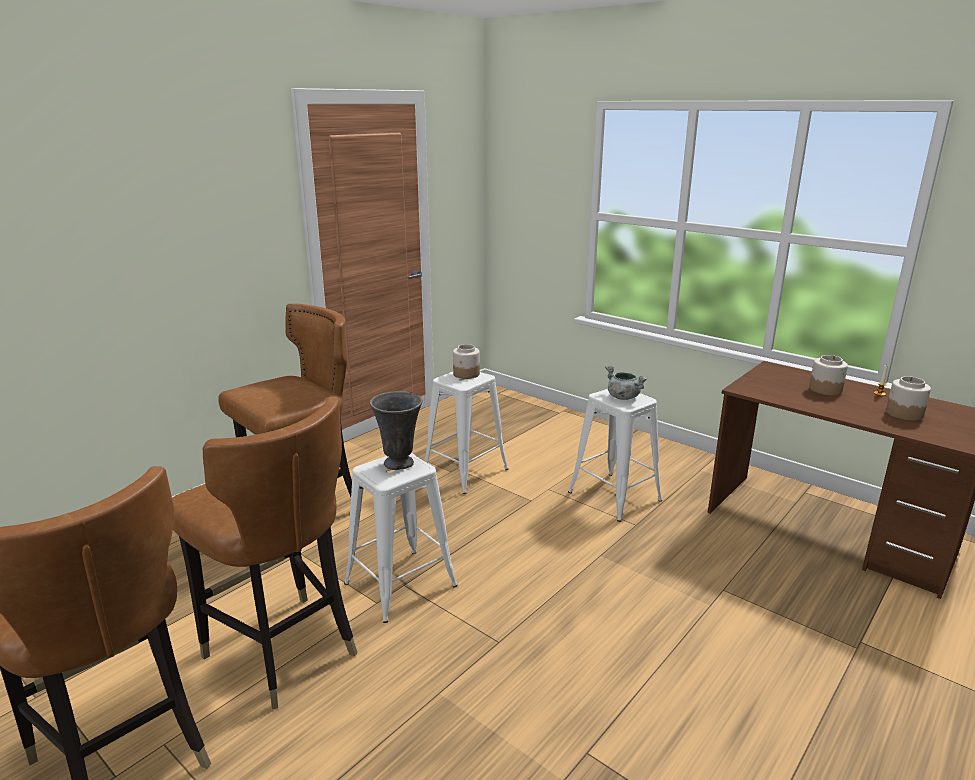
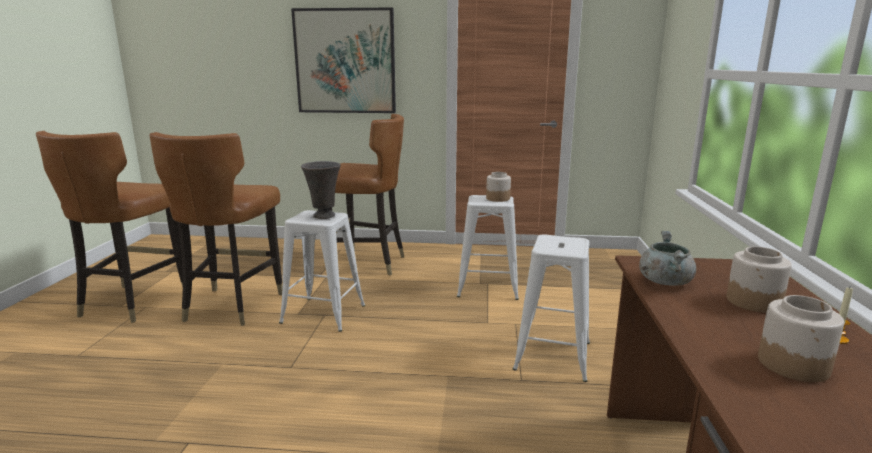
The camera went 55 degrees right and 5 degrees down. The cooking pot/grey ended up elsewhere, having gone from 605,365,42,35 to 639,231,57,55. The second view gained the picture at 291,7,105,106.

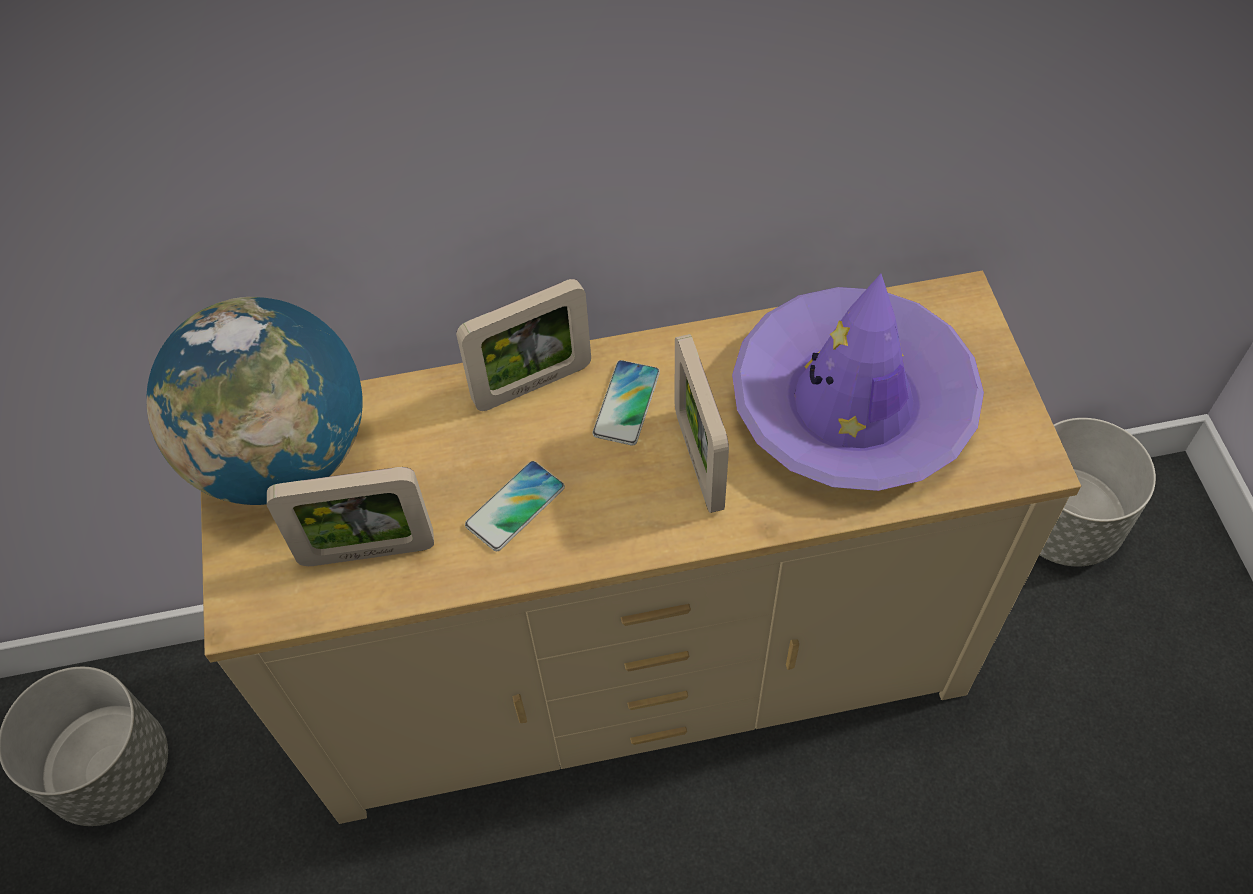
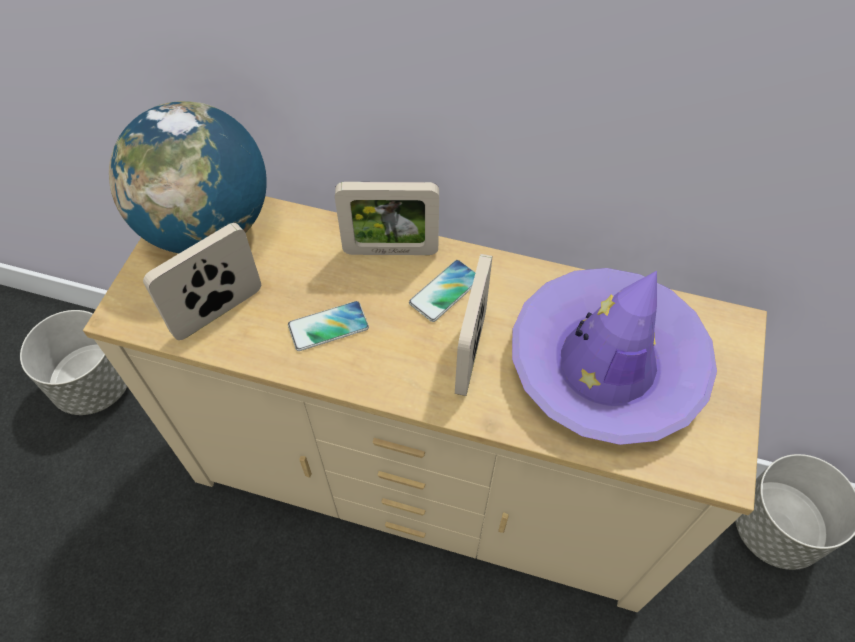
The camera went 25 degrees right and 0 degrees up. The picture frame at 267,467,167,99 ended up facing another way, 120 degrees clockwise from before.

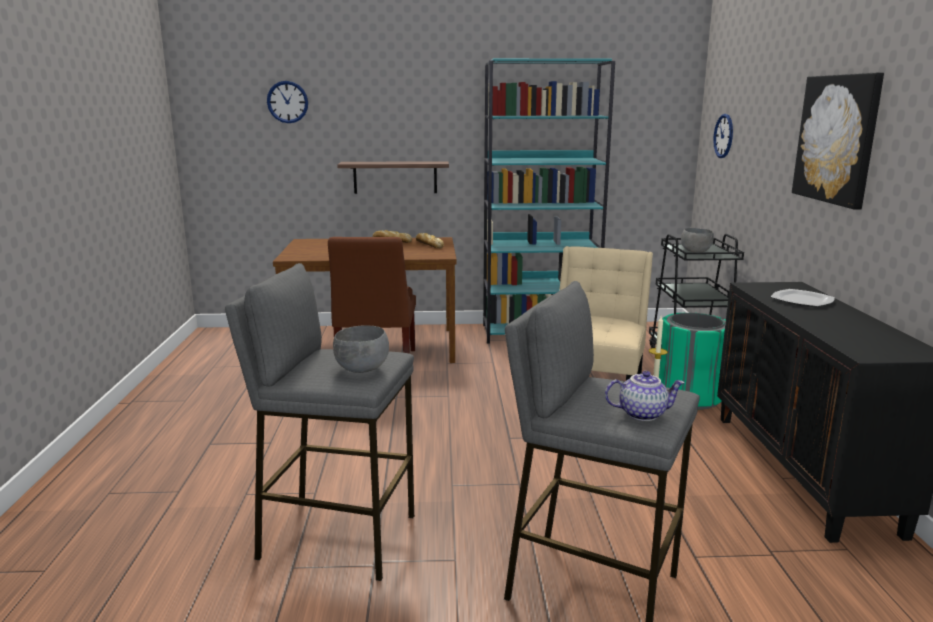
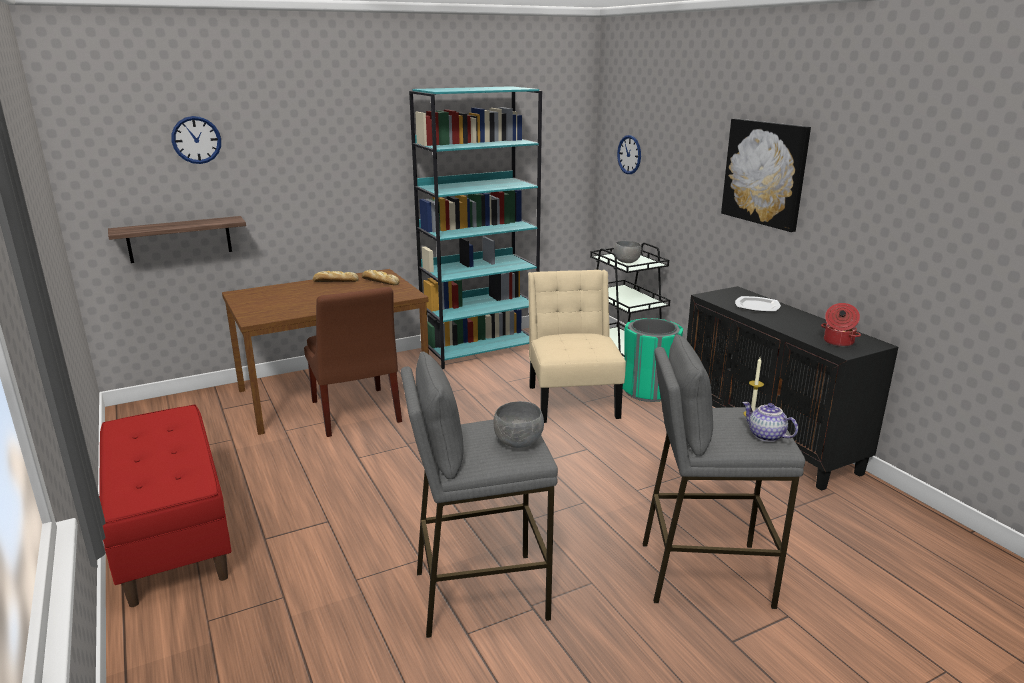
The camera went 25 degrees left and 5 degrees up. The shelf ended up elsewhere, having gone from 337,161,112,33 to 108,216,138,47. The teapot at 605,371,80,50 ended up facing another way, 105 degrees counterclockwise from before. The second view gained the bench/red at 99,405,133,202. The second view gained the cooking pot at 821,303,40,44.

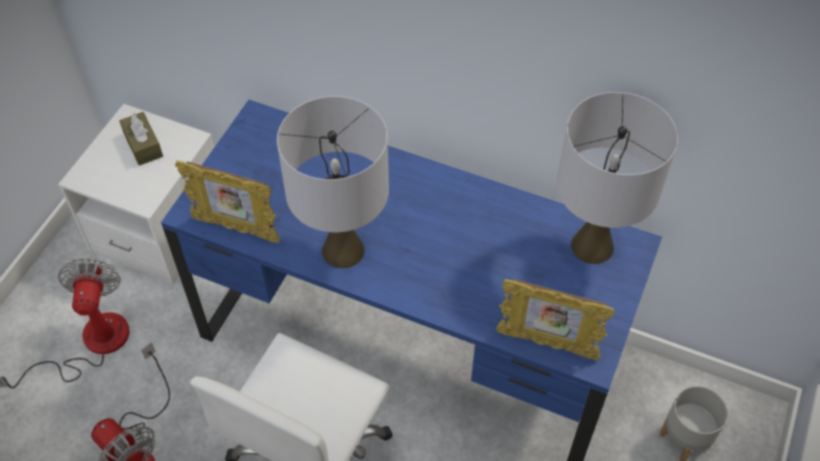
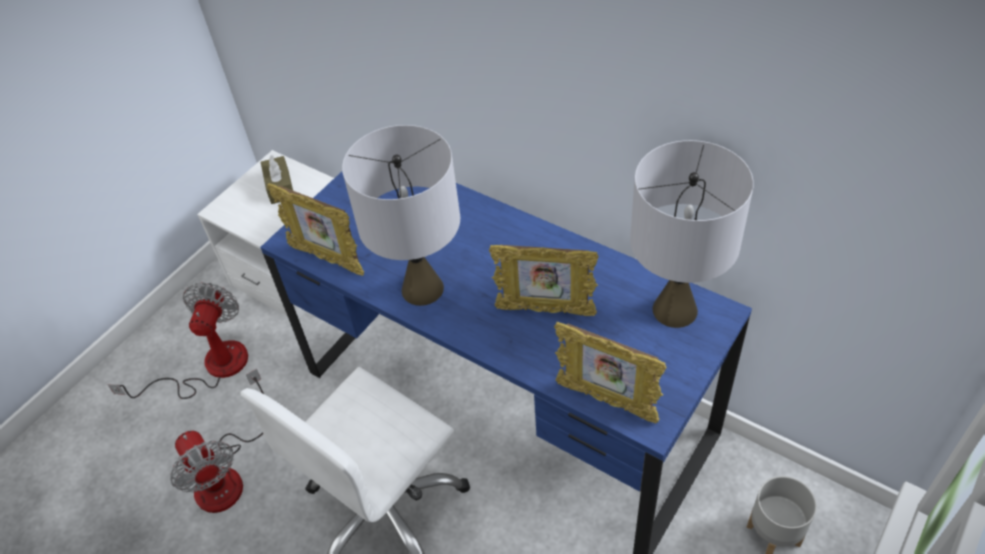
The camera went 15 degrees right and 5 degrees down. The second view gained the picture frame at 489,245,110,71.

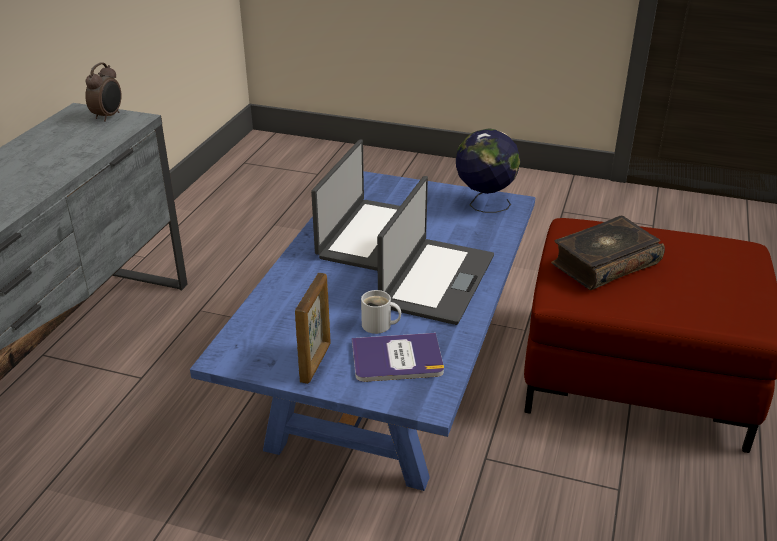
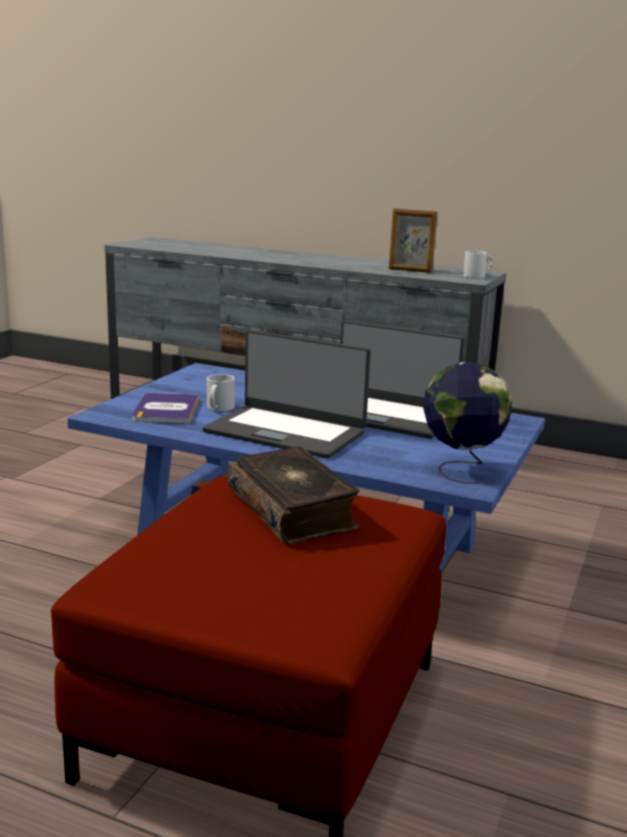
The camera went 95 degrees right and 15 degrees down. Where the alarm clock stood at 85,62,37,60, the mug/white came to stand at 463,251,30,27. The picture frame ended up elsewhere, having gone from 295,273,36,111 to 389,208,48,65.

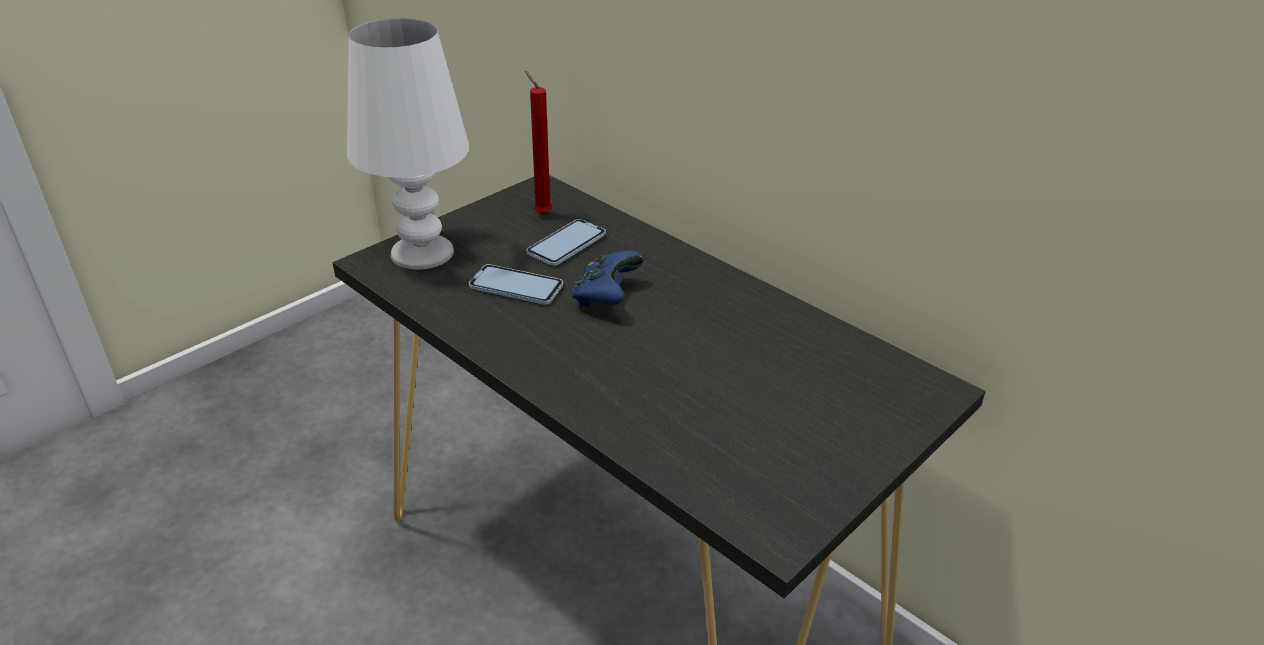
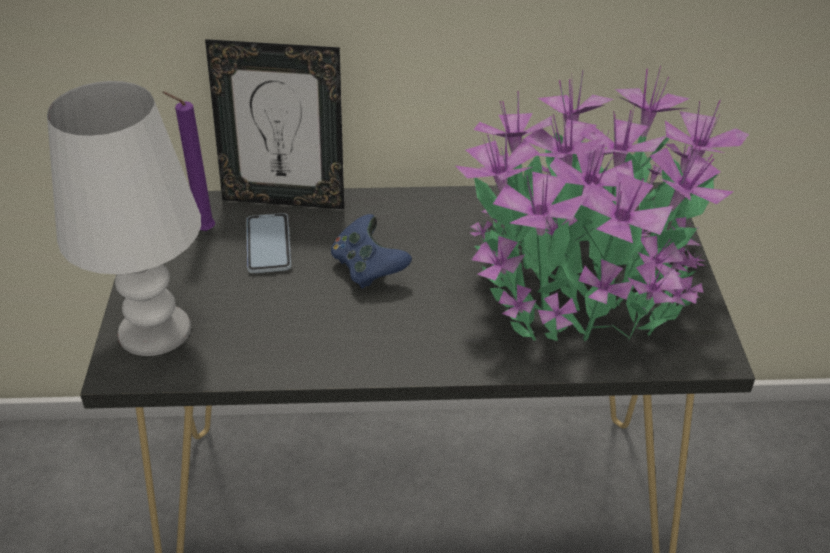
The camera went 45 degrees left and 5 degrees up. The second view lost the phone at 469,264,94,41. What was the candle/red at 525,71,27,144 turned into the candle/purple at 162,91,53,140. The second view gained the picture frame at 205,39,139,170. The second view gained the potted plant at 456,66,293,276.

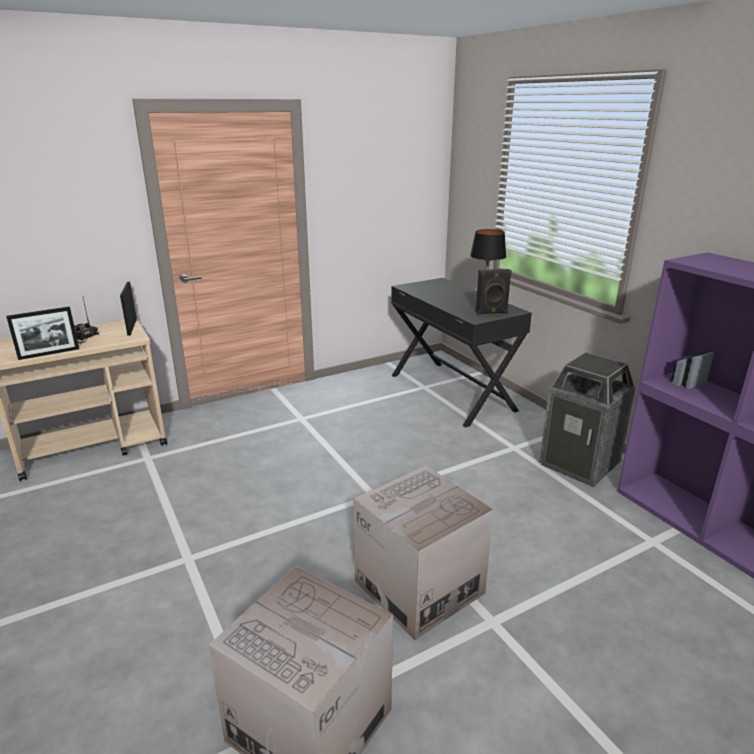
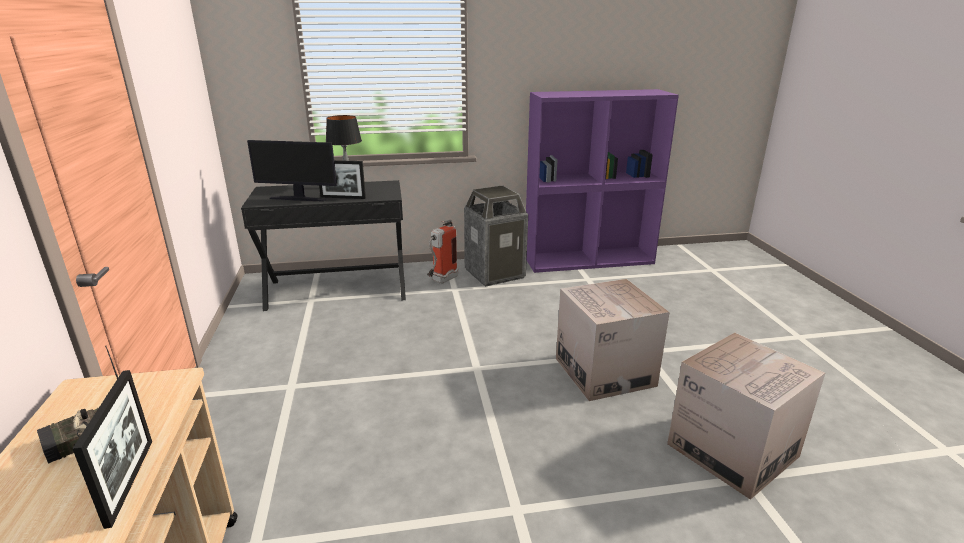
The camera went 70 degrees left and 0 degrees up. The picture frame ended up elsewhere, having gone from 120,282,17,54 to 319,160,47,39. The second view lost the speaker/black at 476,269,36,45. The second view gained the monitor at 247,140,90,62. The second view gained the fire extinguisher at 427,219,31,65.

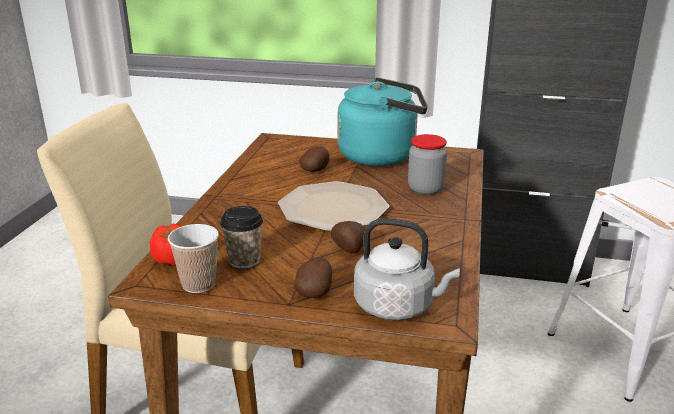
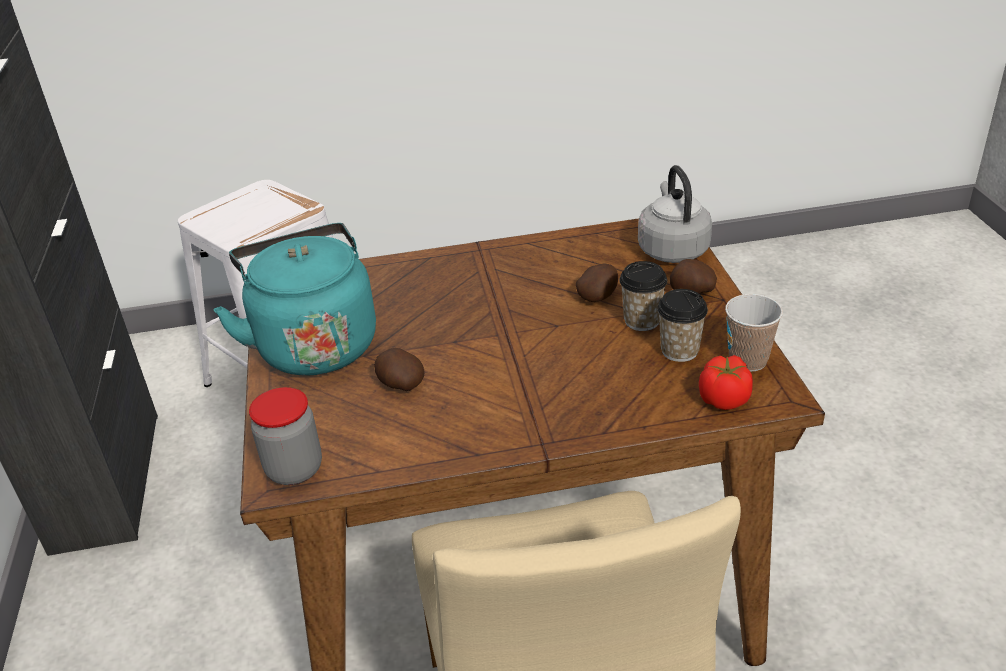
The camera went 110 degrees left and 10 degrees up. The second view lost the plate at 278,181,111,50. The jar ended up elsewhere, having gone from 408,134,39,61 to 249,387,73,98. The second view gained the cup at 619,261,48,70.

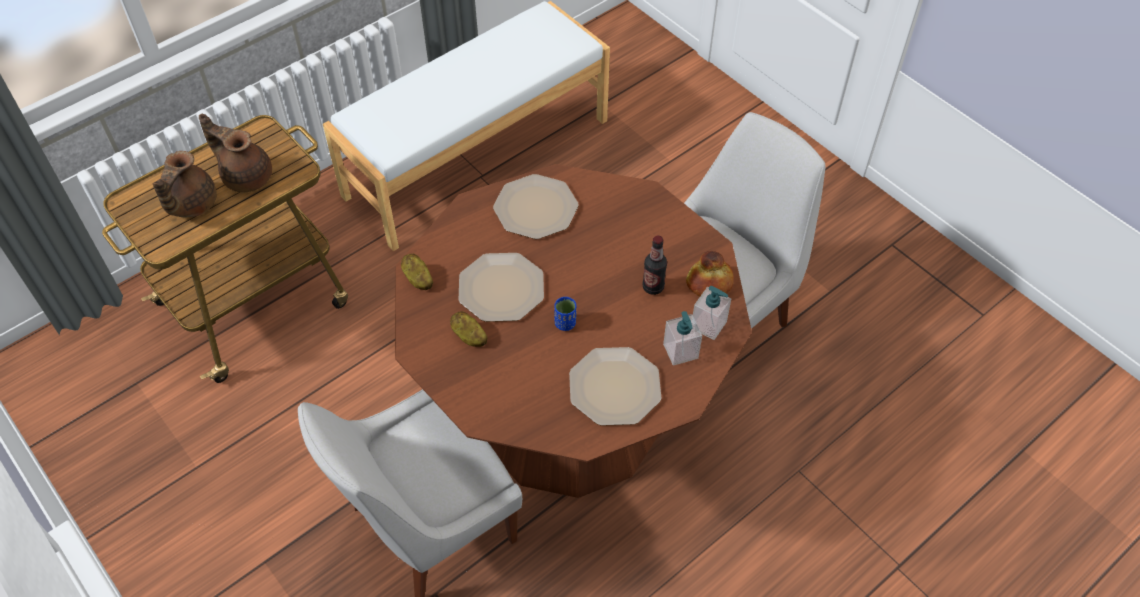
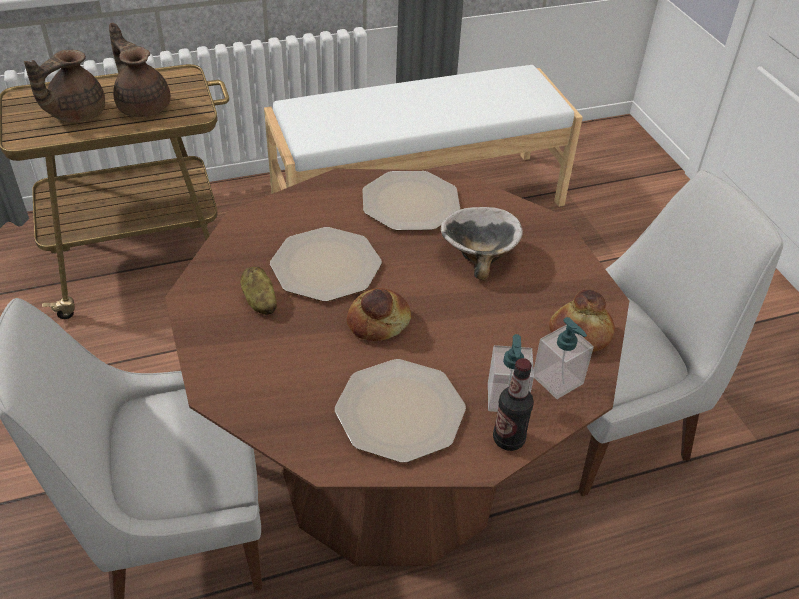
The camera went 20 degrees right and 10 degrees down. The second view lost the potato at 401,253,32,37. Where the cup/blue stood at 554,297,22,34, the bread came to stand at 347,288,64,53. The bottle ended up elsewhere, having gone from 642,236,25,59 to 493,358,41,93. The second view gained the bowl at 441,207,82,73.

